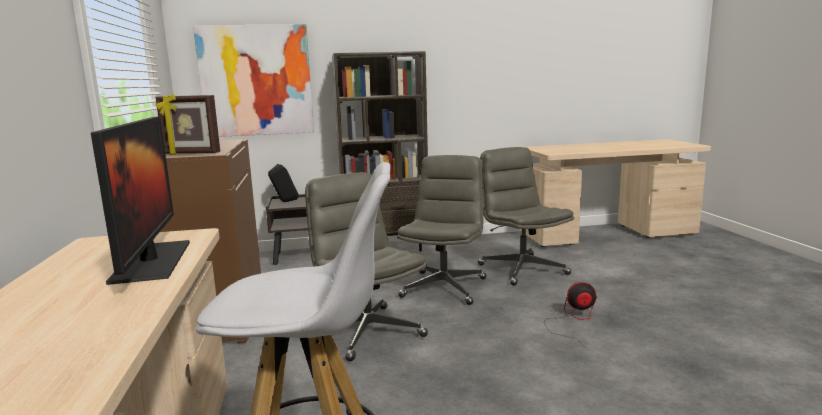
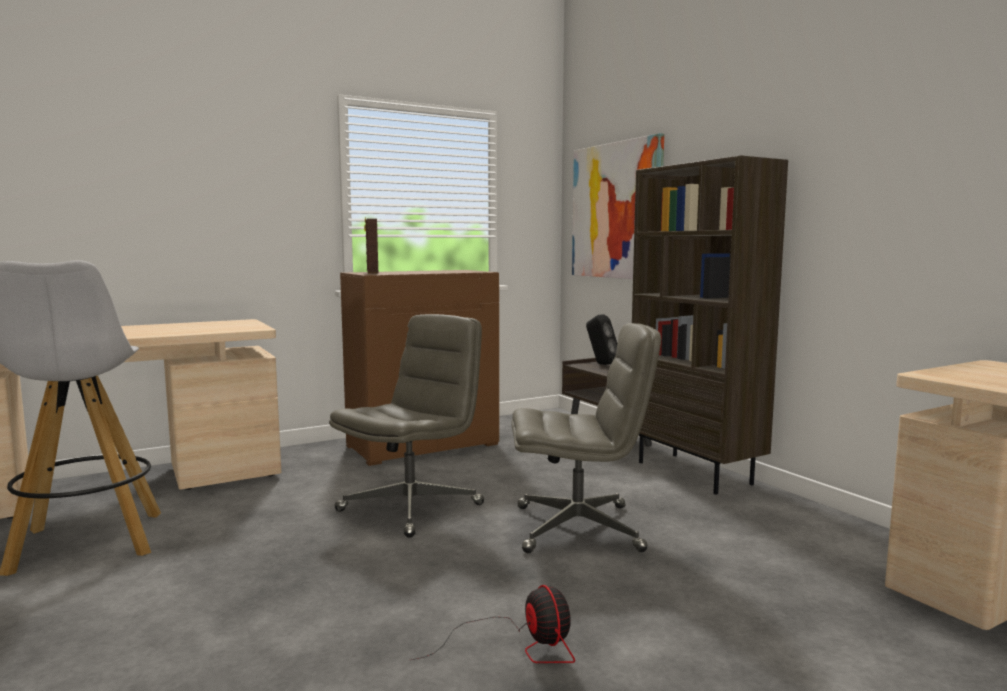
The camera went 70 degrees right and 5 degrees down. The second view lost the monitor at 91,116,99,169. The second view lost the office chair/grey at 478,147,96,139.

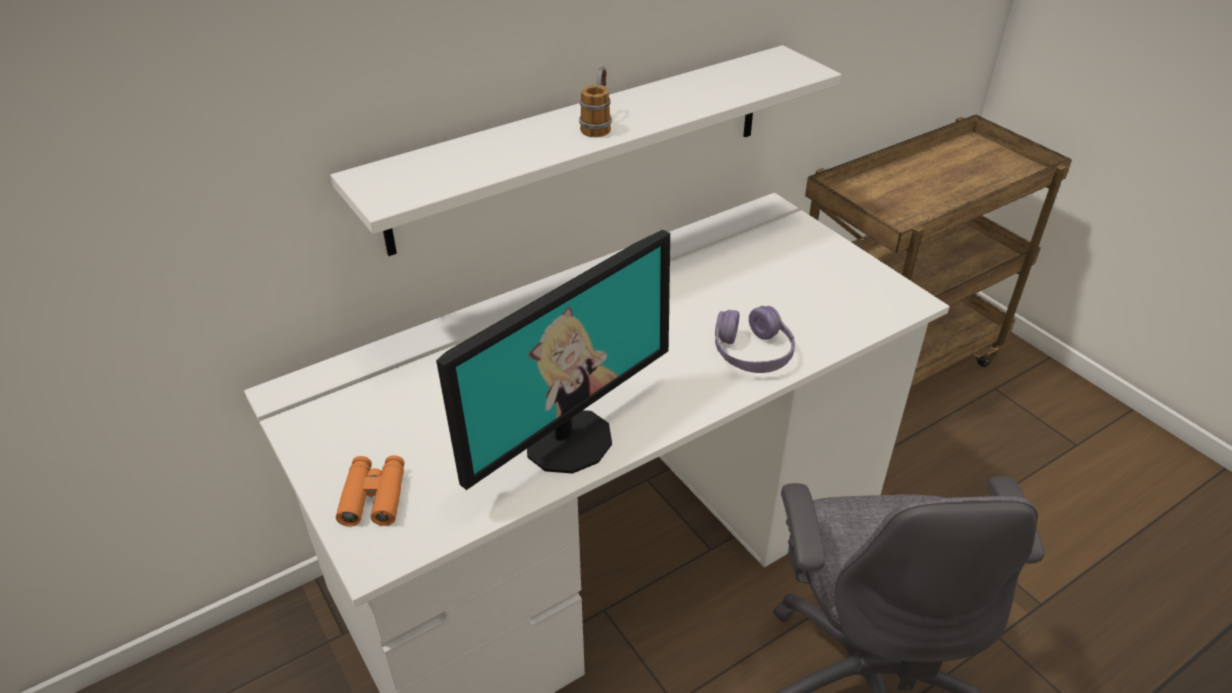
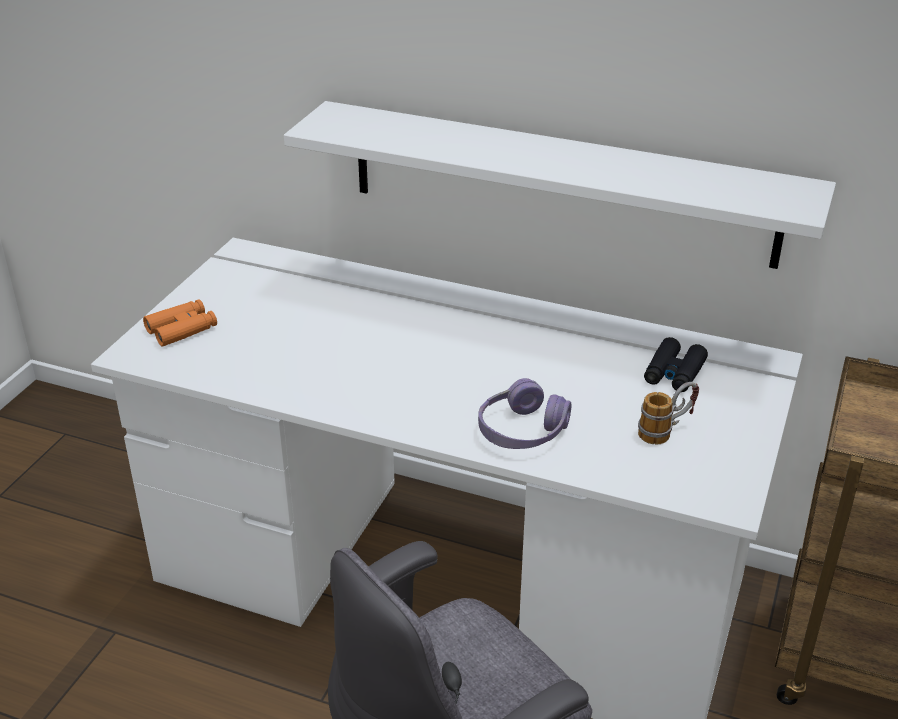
The camera went 55 degrees right and 5 degrees down. The second view lost the monitor at 436,230,234,260. The mug ended up elsewhere, having gone from 579,66,33,71 to 638,382,61,63. The second view gained the binoculars/black at 644,337,64,55.

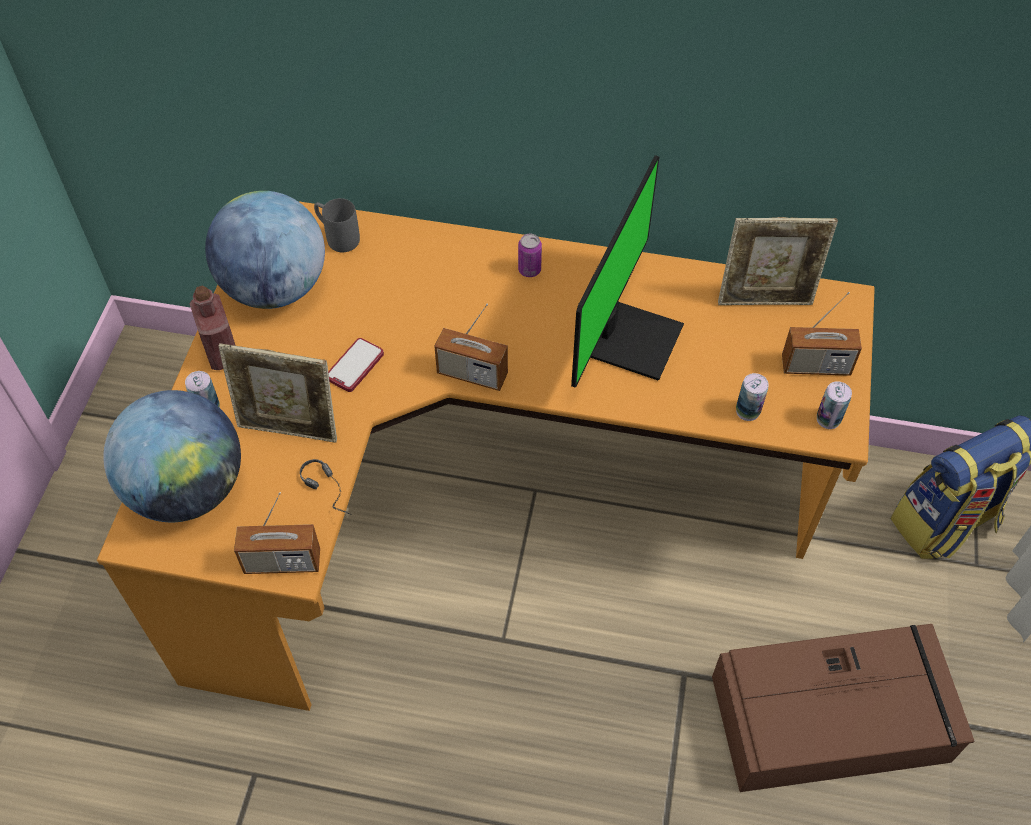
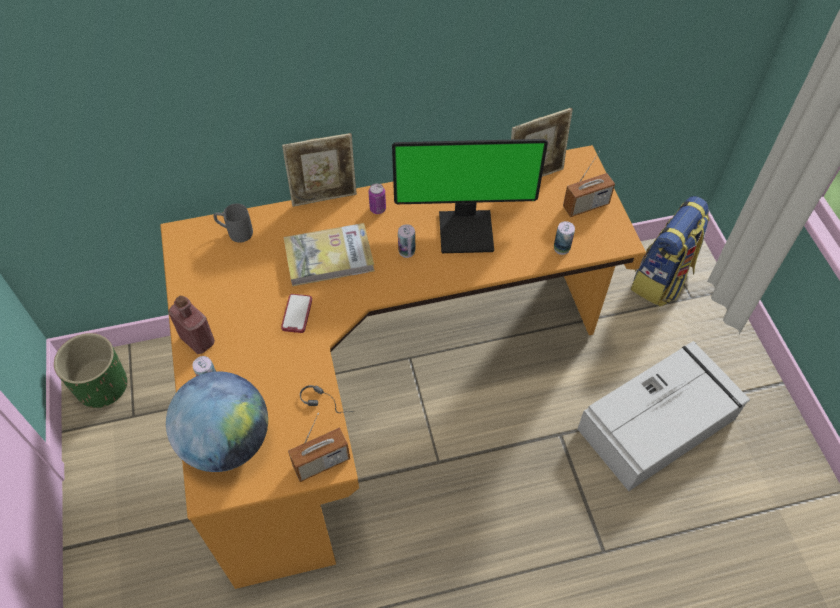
The camera went 25 degrees left and 0 degrees up. The second view lost the globe at 205,191,120,118. The picture frame ended up elsewhere, having gone from 218,343,119,99 to 282,133,75,74. The second view lost the radio at 434,304,74,87. The monitor at 571,155,113,232 ended up facing another way, 90 degrees clockwise from before. What was the storage box/brown at 712,624,262,168 turned into the storage box/grey at 577,341,173,150. The can ended up elsewhere, having gone from 817,381,35,48 to 398,224,17,34. The second view gained the planter/green at 54,333,74,76. The second view gained the book at 284,223,91,63.

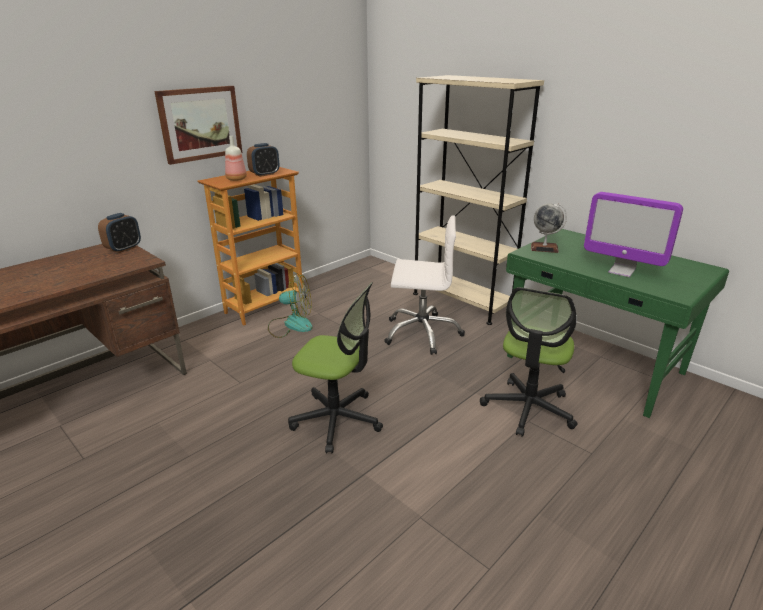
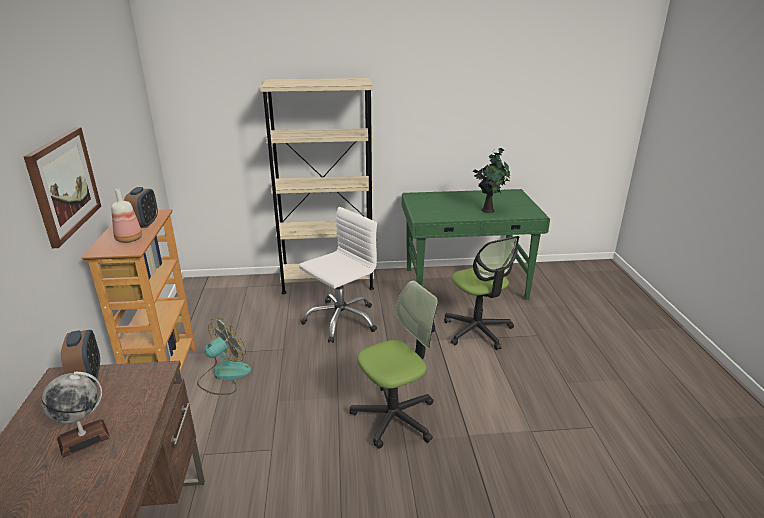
The camera went 50 degrees left and 0 degrees up. The globe ended up elsewhere, having gone from 531,203,36,50 to 41,372,69,86. Where the monitor stood at 584,192,99,85, the potted plant came to stand at 473,148,37,65.

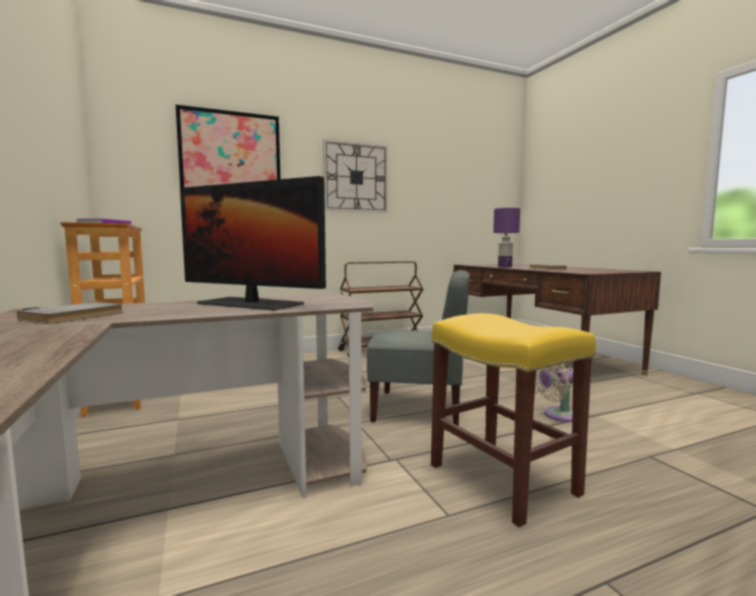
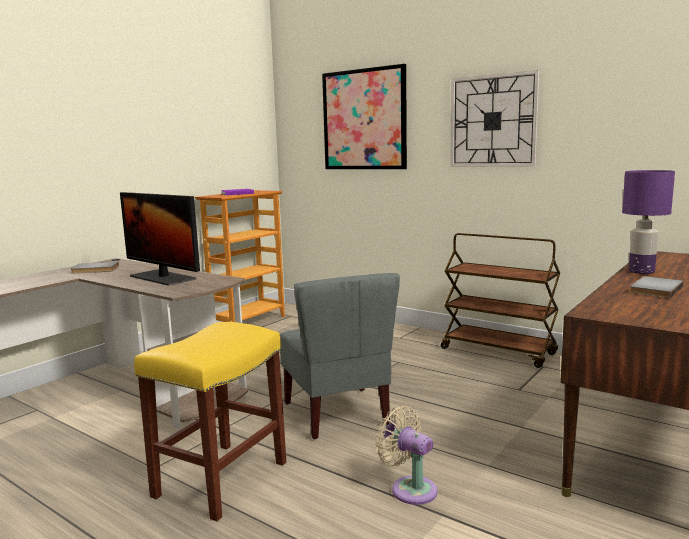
The camera went 60 degrees right and 5 degrees up. The monitor at 180,176,146,135 ended up facing another way, 45 degrees counterclockwise from before.

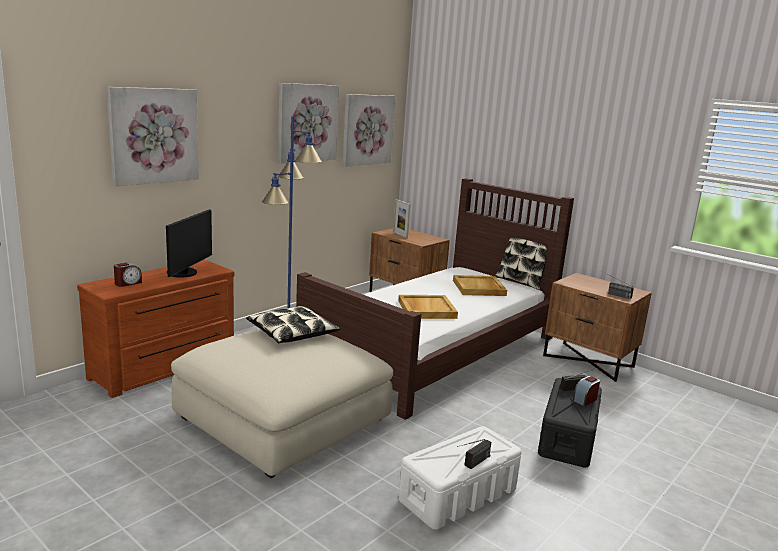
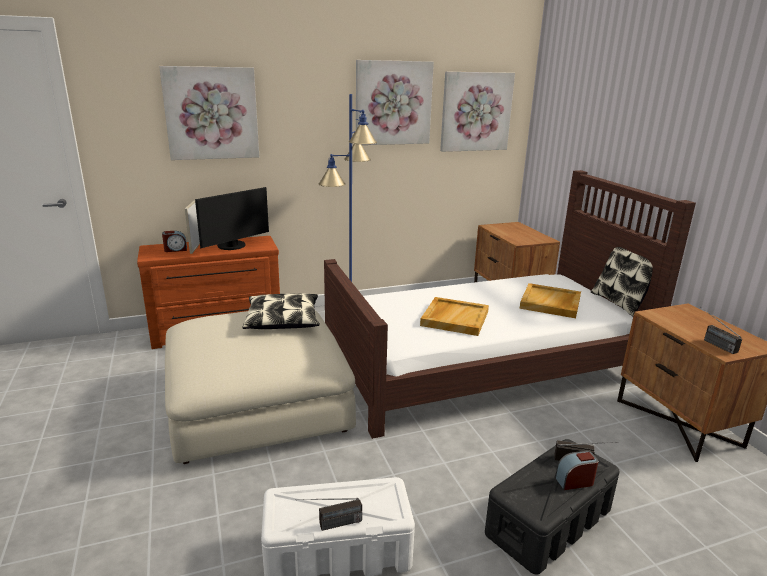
The camera went 30 degrees right and 5 degrees up. The picture frame ended up elsewhere, having gone from 393,199,17,39 to 185,200,15,54.

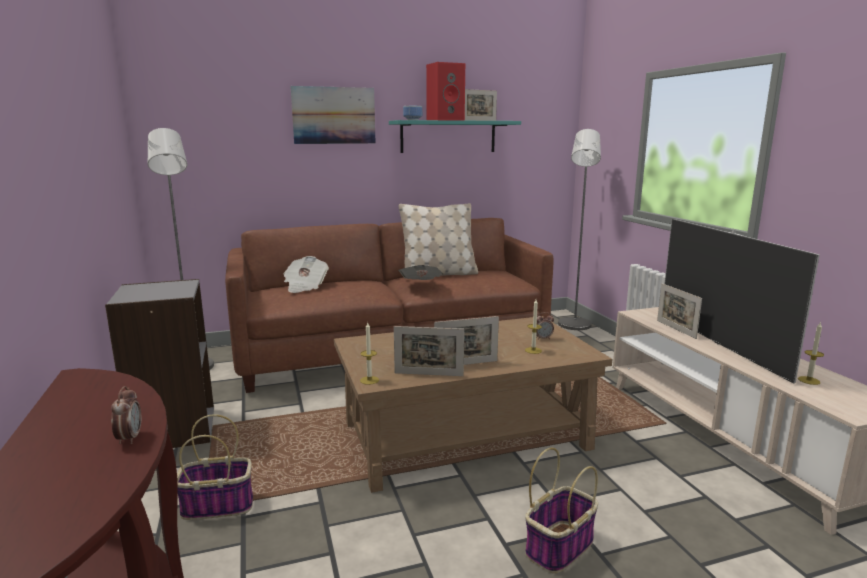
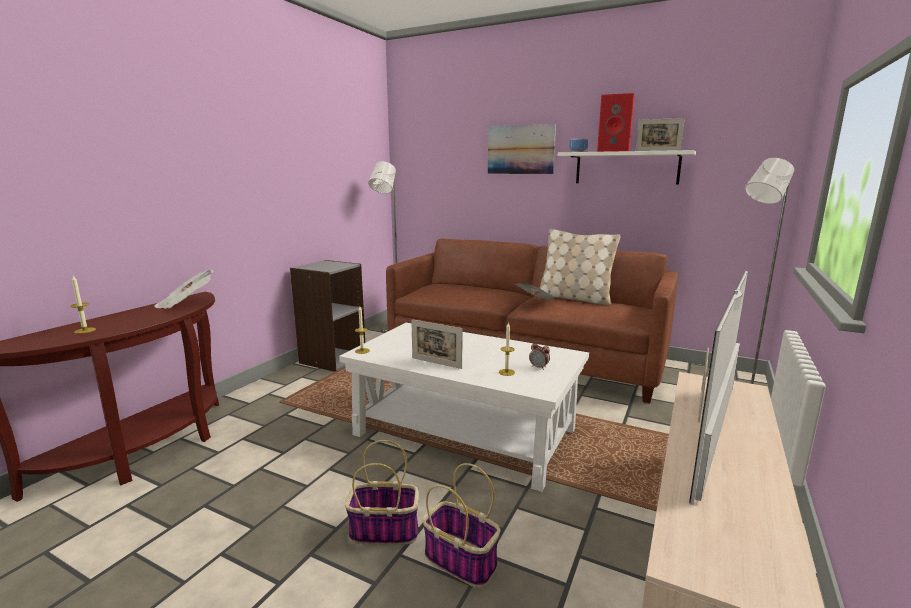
The camera went 45 degrees right and 0 degrees up. The second view lost the alarm clock at 111,386,30,58. The basket ended up elsewhere, having gone from 177,414,76,106 to 422,463,78,125. The newspaper ended up elsewhere, having gone from 284,256,45,37 to 154,270,60,39. What was the coffee table/brown at 334,316,278,177 turned into the coffee table/white at 339,323,250,169. What was the shelf/turquoise at 389,120,132,33 turned into the shelf/white at 558,150,138,34. The second view lost the picture frame at 394,326,70,50. The candle ended up elsewhere, having gone from 798,323,26,62 to 70,276,26,58.

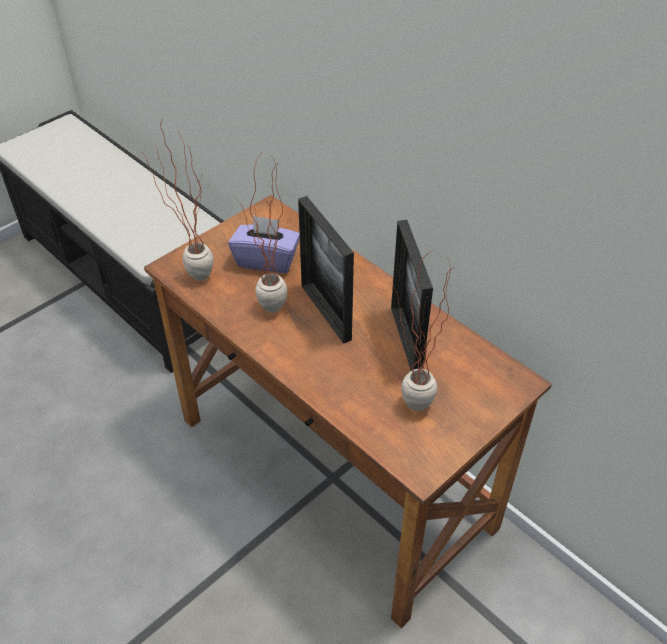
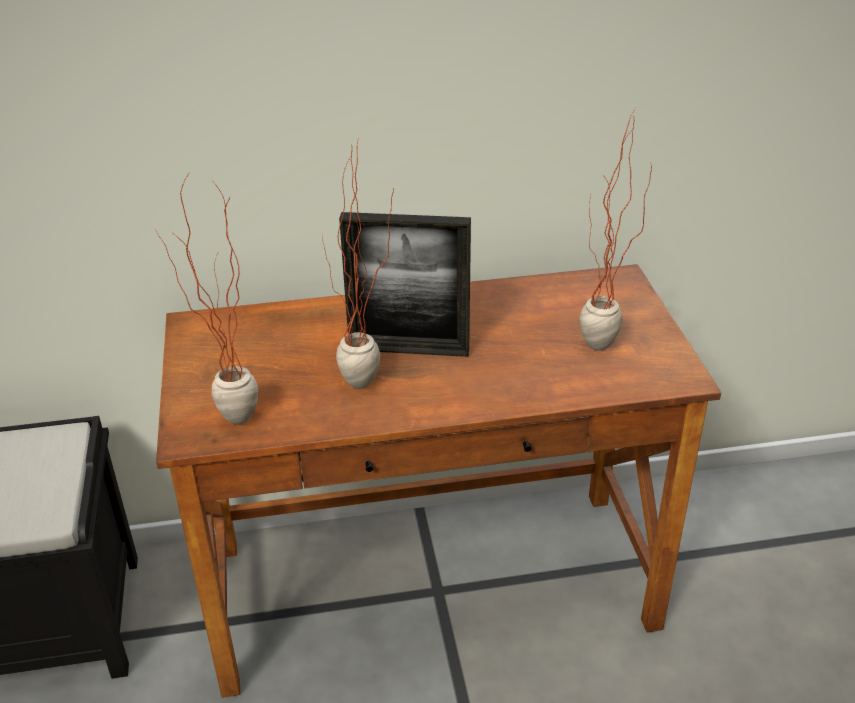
The camera went 55 degrees left and 10 degrees down. The second view lost the tissue box/purple at 228,215,72,58. The second view lost the picture frame at 391,220,42,151.

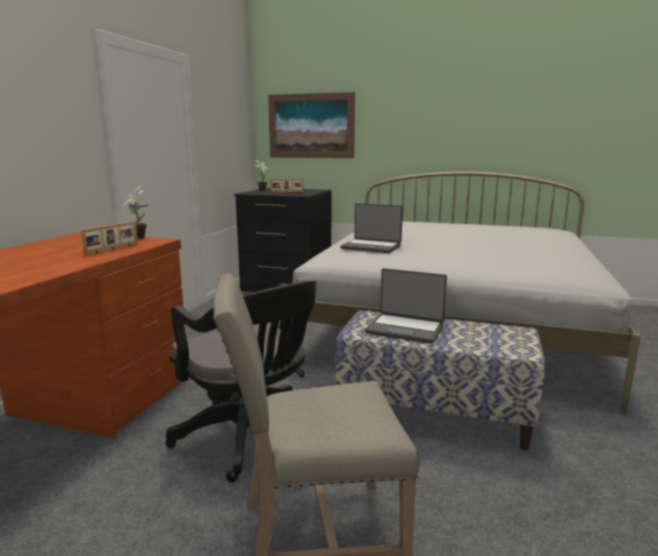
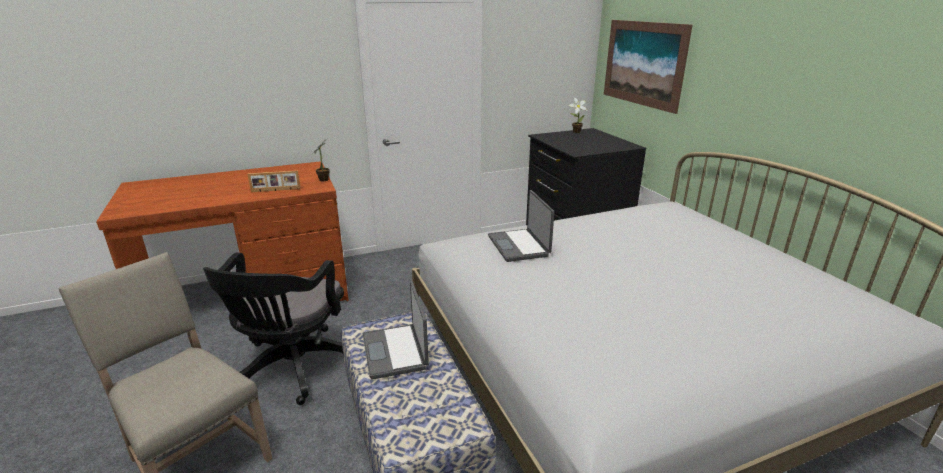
The camera went 50 degrees right and 10 degrees up. The second view lost the picture frame at 270,179,33,14.

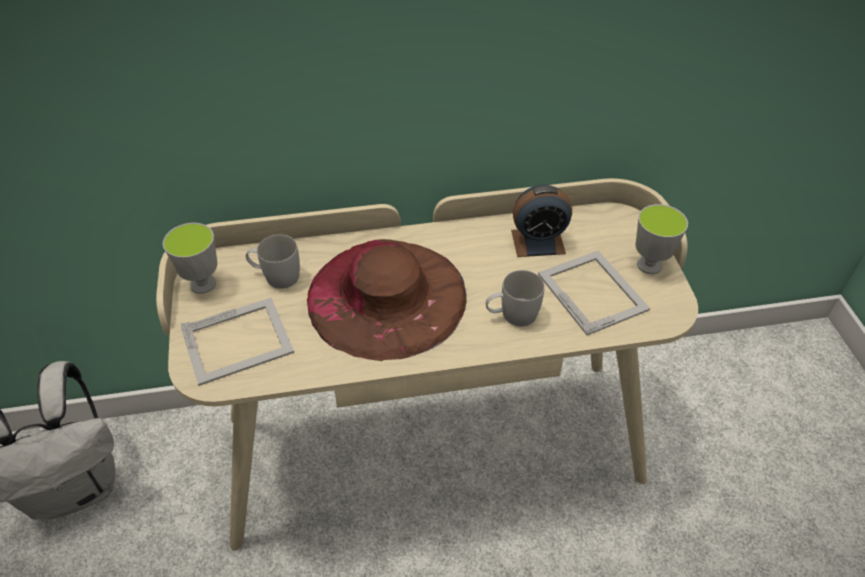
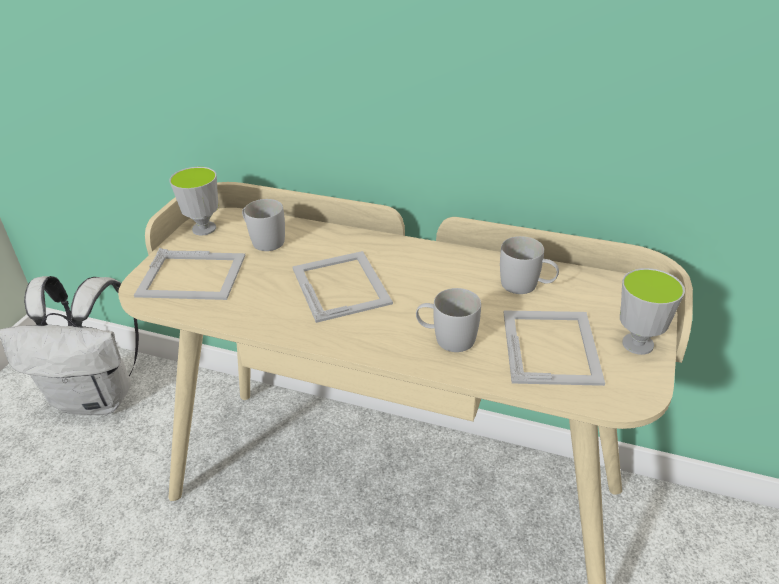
The camera went 30 degrees right and 10 degrees down. Where the hat/brown stood at 307,239,160,122, the picture frame came to stand at 292,251,101,72. Where the alarm clock stood at 511,185,61,72, the mug/white came to stand at 500,236,59,58.

